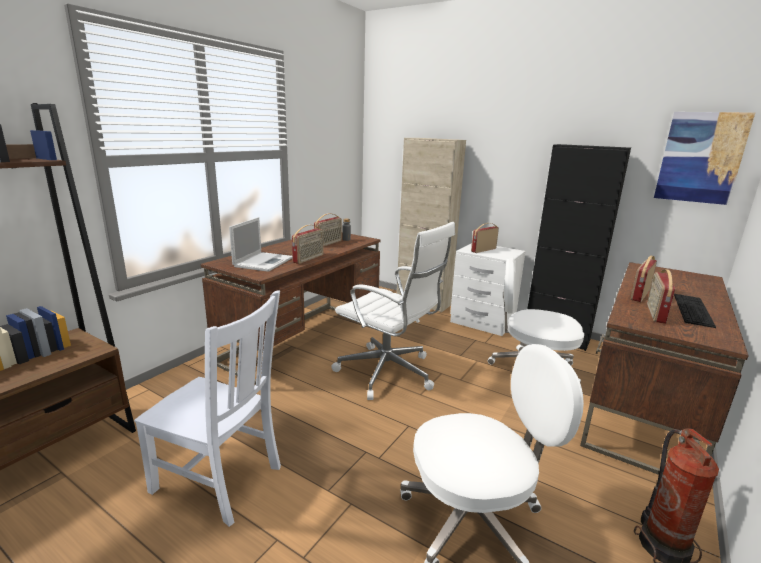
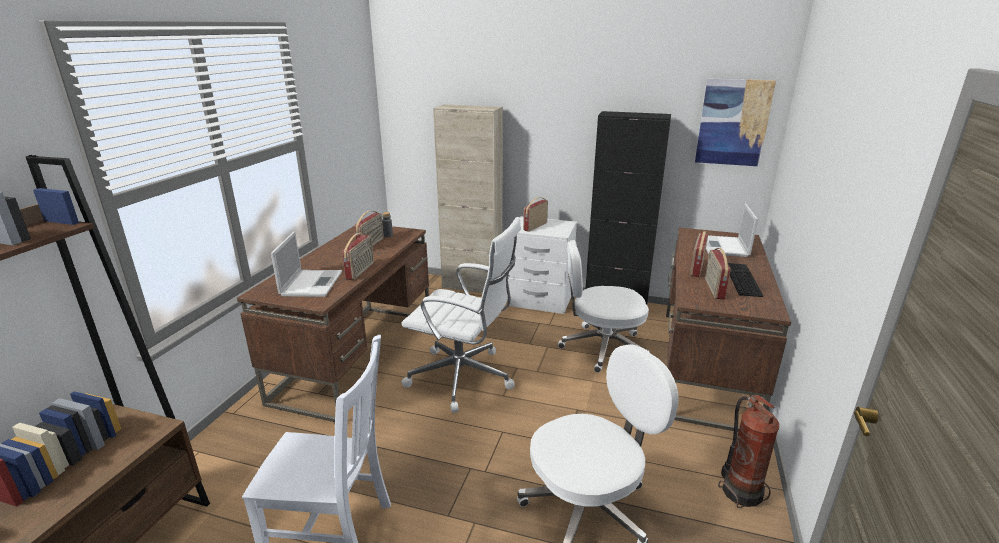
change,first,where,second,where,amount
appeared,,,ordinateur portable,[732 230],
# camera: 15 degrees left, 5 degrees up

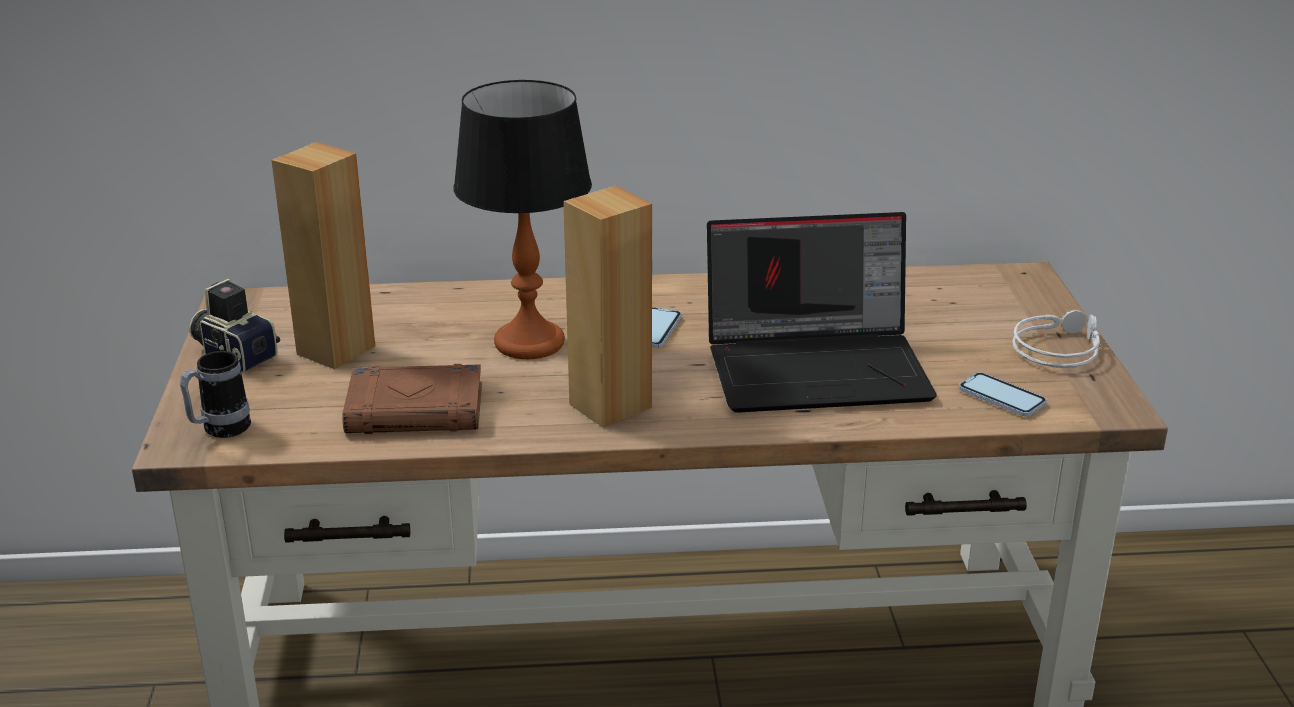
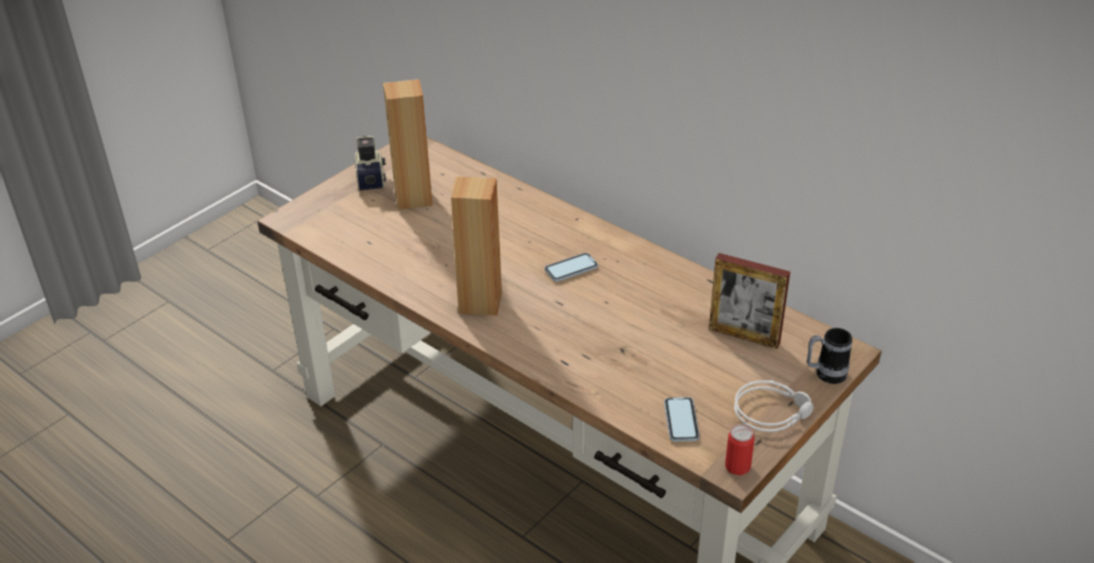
change,first,where,second,where,amount
missing,livre (marron),[412 399],,,
missing,lampe de table,[522 219],,,
missing,ordinateur portable,[822 312],,,
appeared,,,cadre photo,[749 301],
appeared,,,boîte métallique,[740 449],
relocated,mug,[215 394],,[829 356],
# camera: 45 degrees right, 10 degrees up

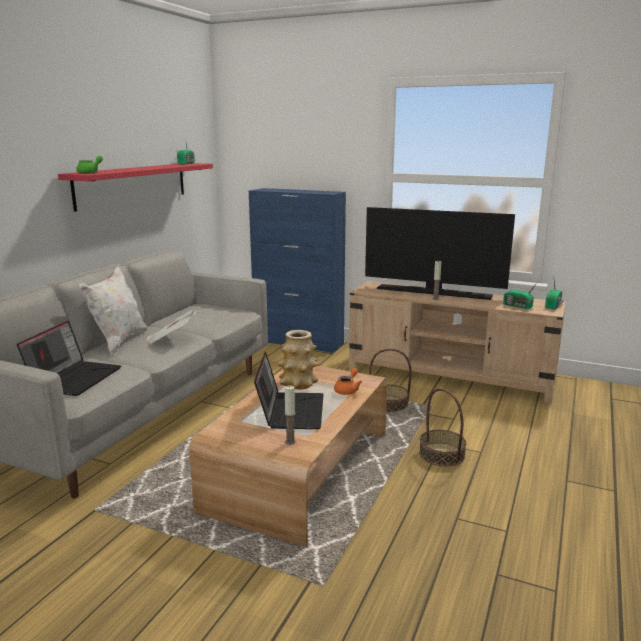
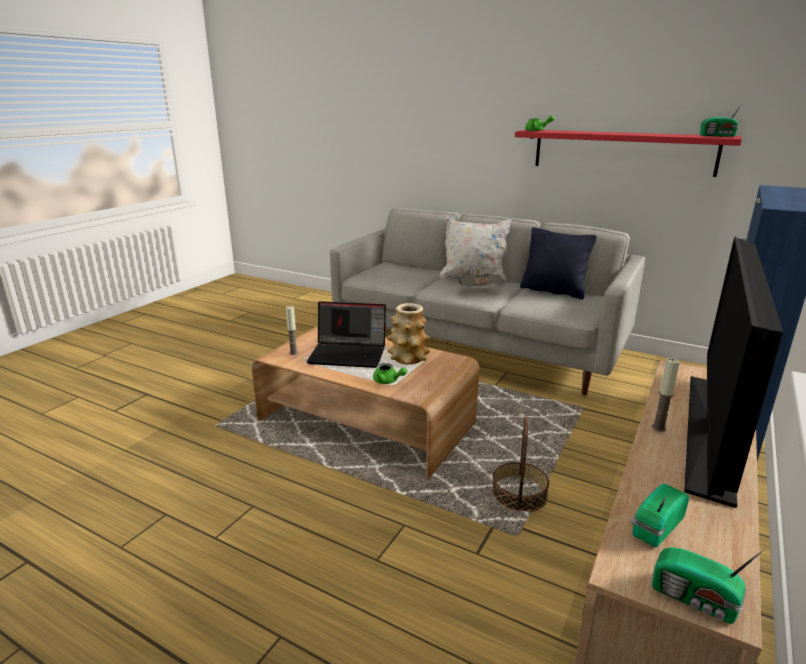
change,first,where,second,where,amount
missing,ordinateur portable,[69 358],,,
missing,panier,[442 427],,,
appeared,,,coussin (noir),[558 263],
colour,théière (orange),[348 381],théière (vert),[390 373],
# camera: 95 degrees right, 5 degrees up

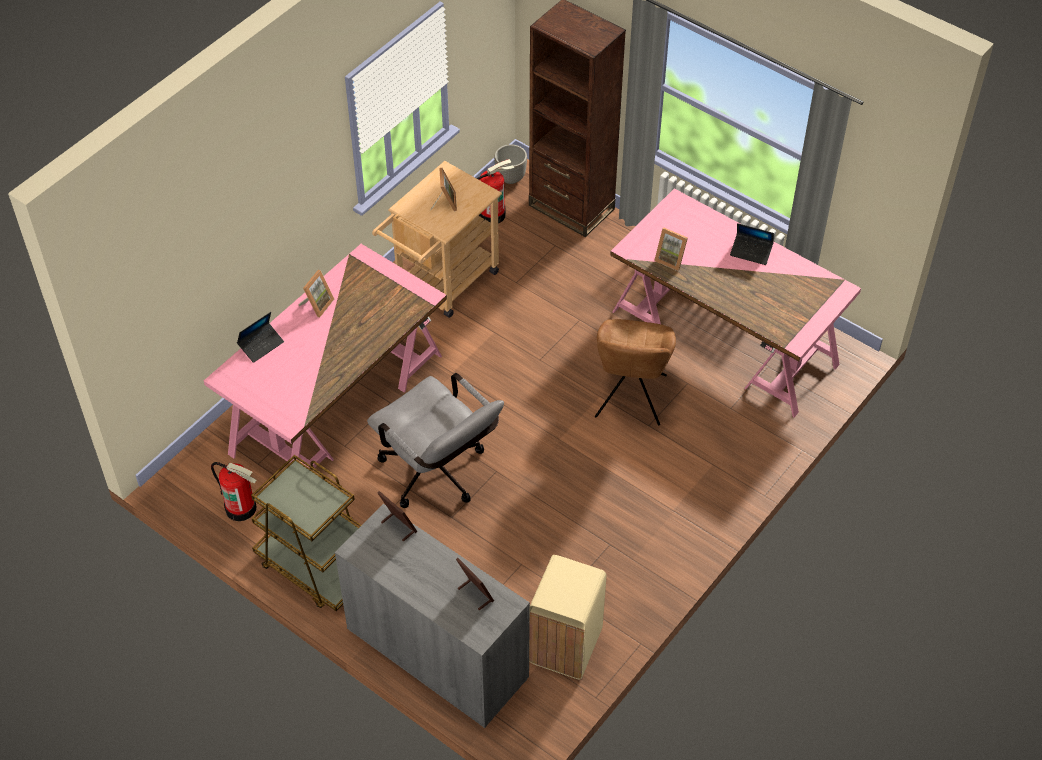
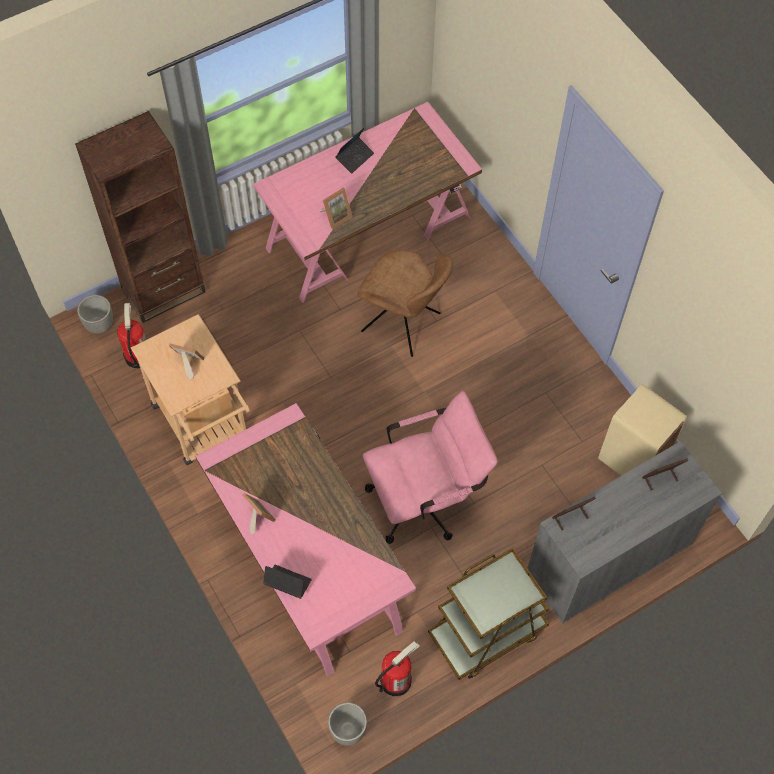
change,first,where,second,where,amount
appeared,,,cache-pot,[347 724],
colour,chaise de bureau (gris),[435 440],chaise de bureau (rose),[430 467],
spun,ordinateur portable,[260 337],,[287 582],45 degrees counterclockwise
# camera: 70 degrees left, 10 degrees up

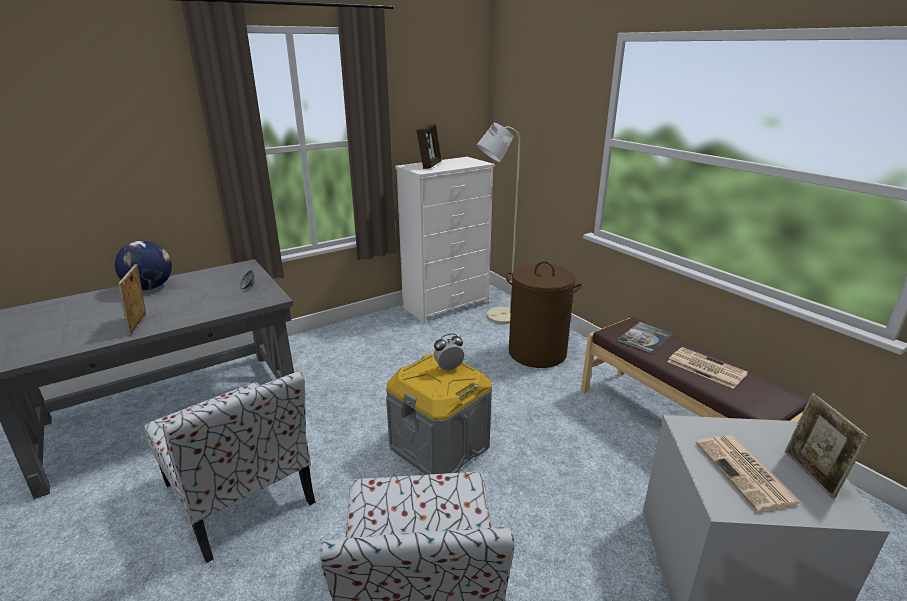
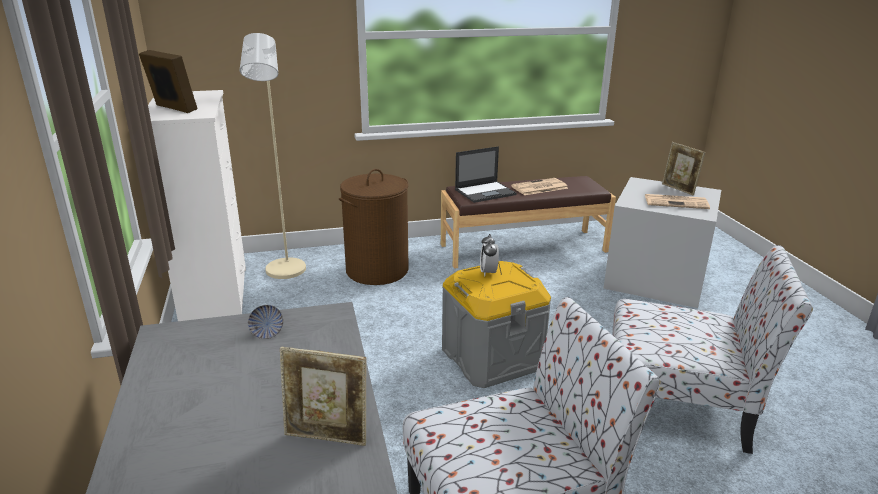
change,first,where,second,where,amount
missing,globe,[143 265],,,
exchanged,livre,[644 338],ordinateur portable,[486 174],
spun,cadre photo,[827 446],,[683 168],45 degrees clockwise
# camera: 70 degrees left, 0 degrees up

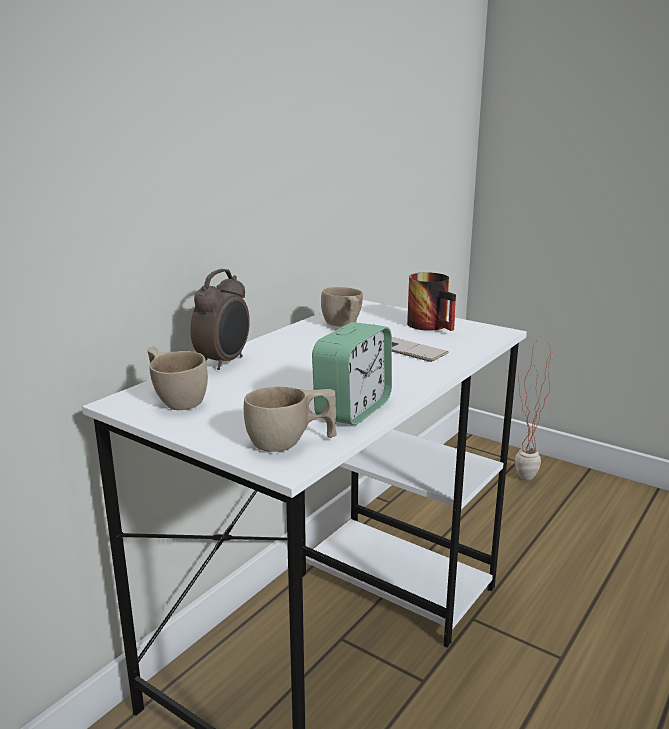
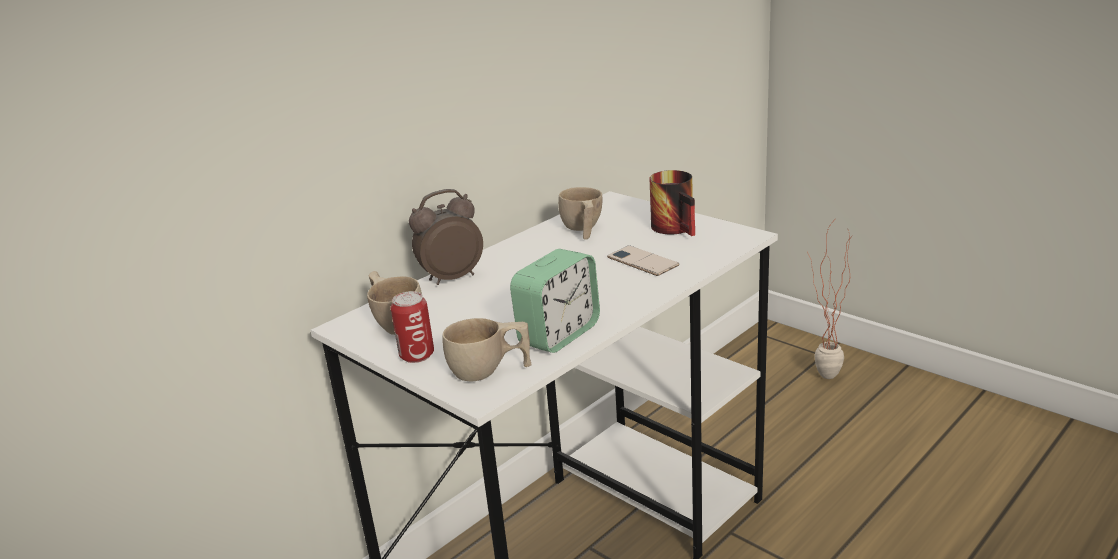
change,first,where,second,where,amount
appeared,,,boîte métallique,[412 327],
spun,réveil,[220 319],,[446 237],150 degrees counterclockwise
# camera: 10 degrees right, 5 degrees up

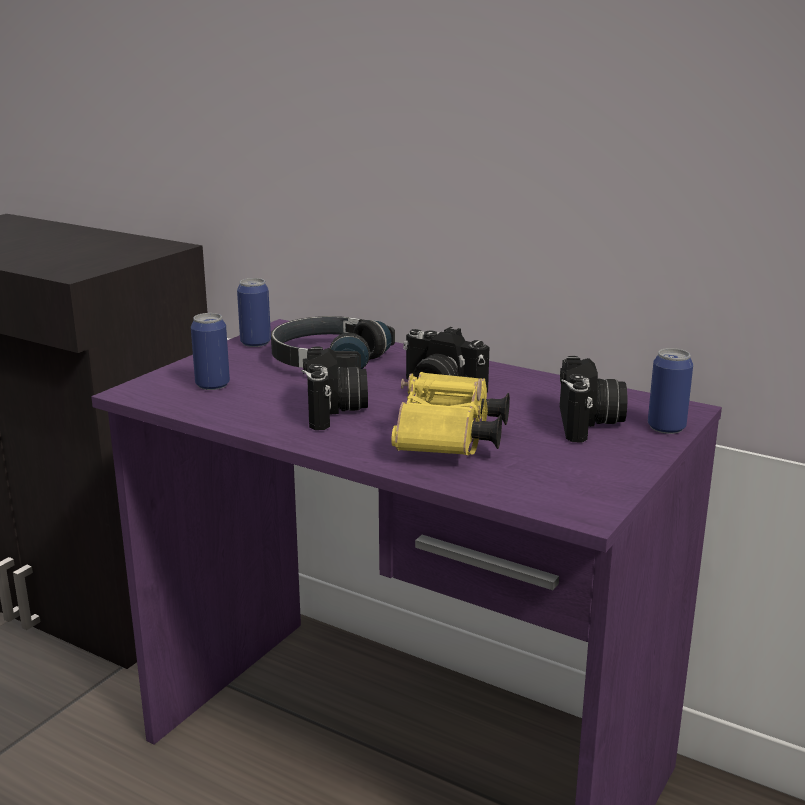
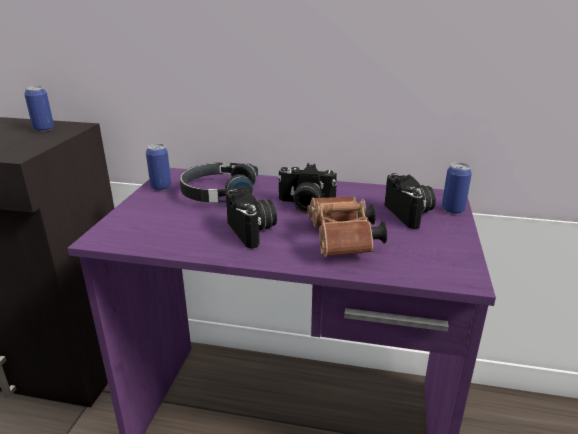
change,first,where,second,where,amount
relocated,boîte métallique,[210 351],,[39 108],
colour,jumelles (jaune),[450 414],jumelles (marron),[347 227],
# camera: 20 degrees left, 5 degrees up

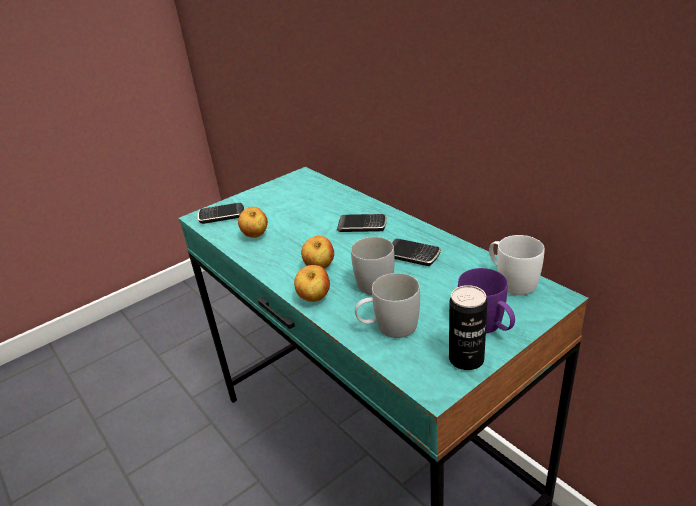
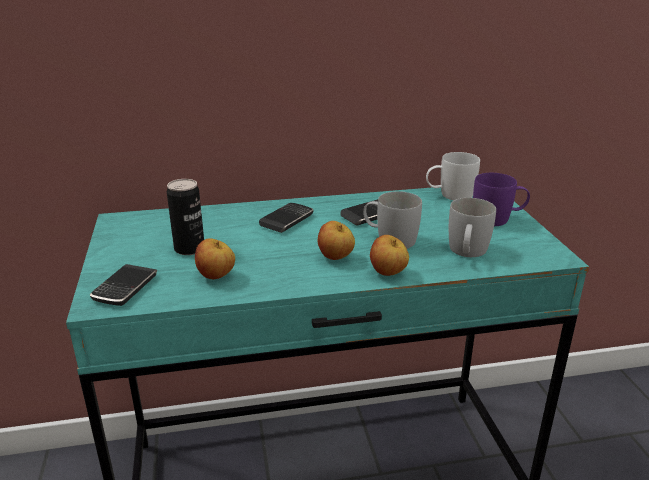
change,first,where,second,where,amount
relocated,boîte métallique,[468 327],,[185 217],
# camera: 65 degrees left, 5 degrees down

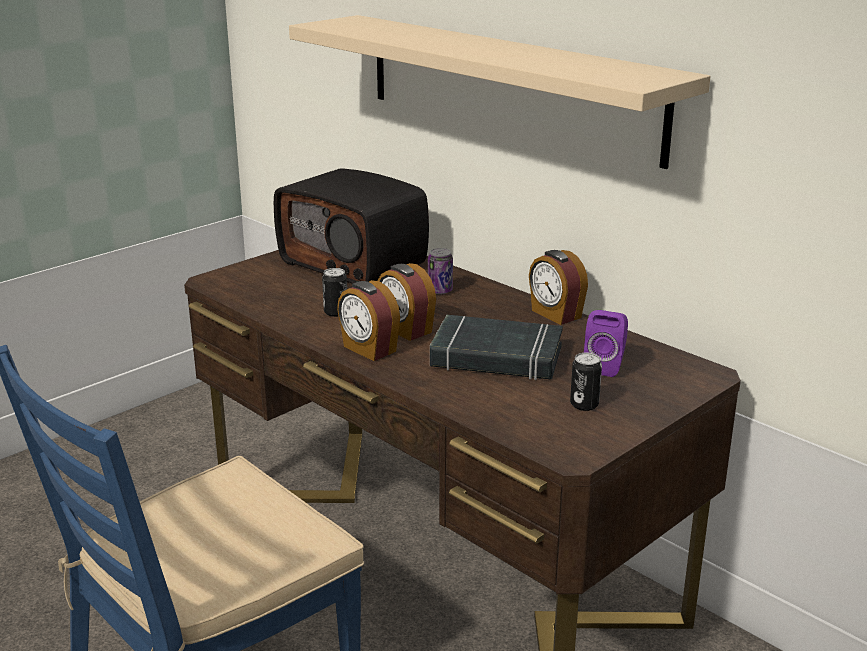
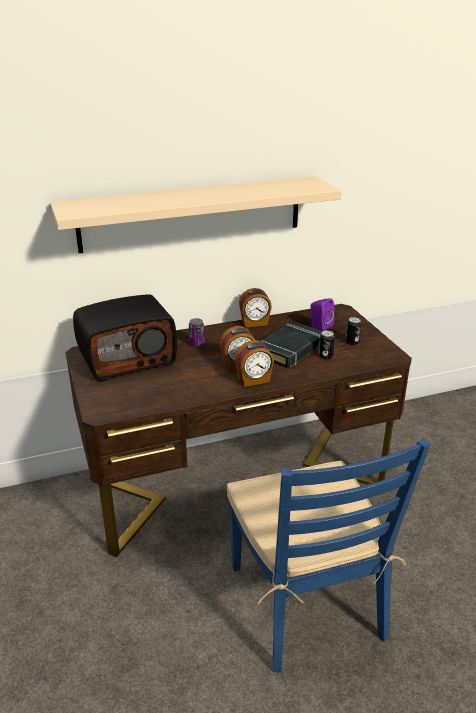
change,first,where,second,where,amount
relocated,boîte métallique,[334 292],,[327 344],
# camera: 65 degrees left, 5 degrees up

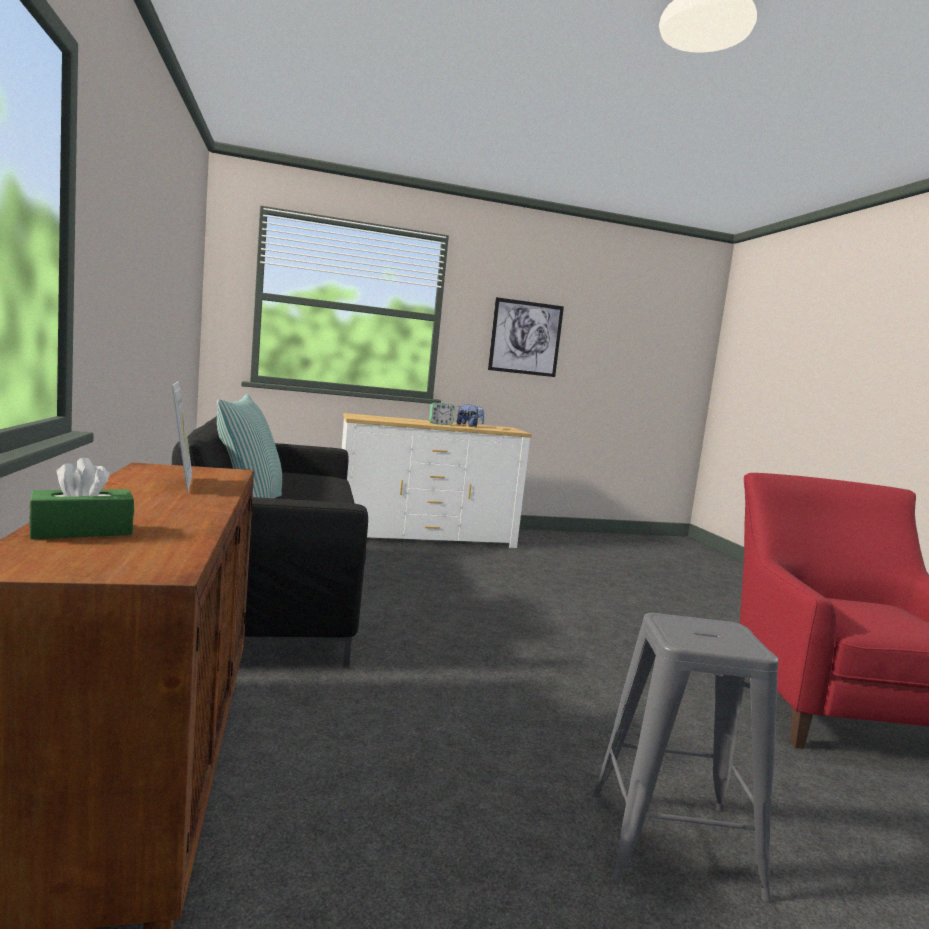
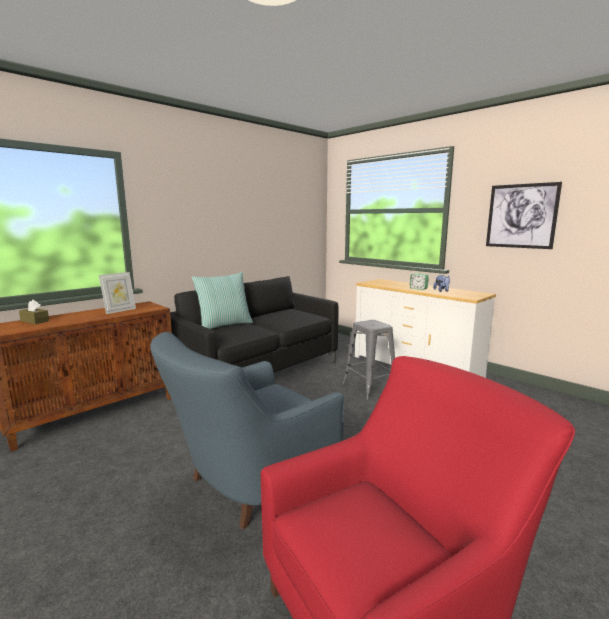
change,first,where,second,where,amount
appeared,,,fauteuil (bleu),[247 430],
relocated,tabouret (gris),[685 757],,[368 360],
colour,boîte à mouchoirs (vert),[81 498],boîte à mouchoirs (marron),[34 312],
# camera: 60 degrees right, 5 degrees up

